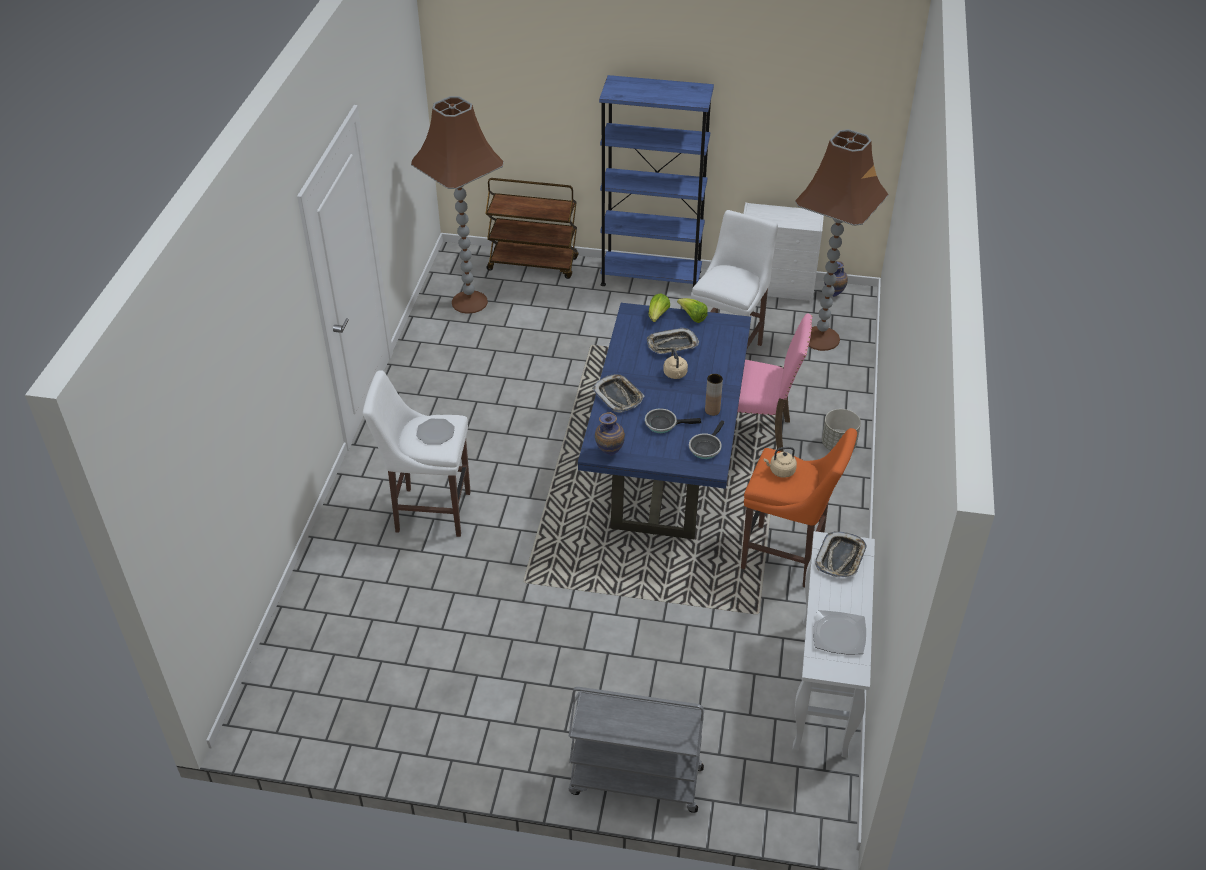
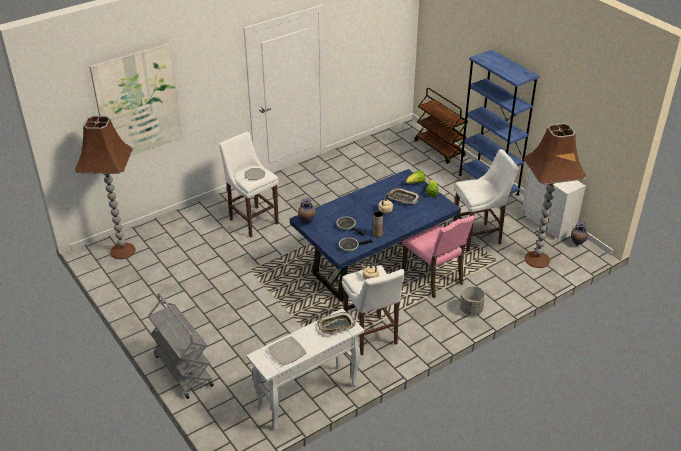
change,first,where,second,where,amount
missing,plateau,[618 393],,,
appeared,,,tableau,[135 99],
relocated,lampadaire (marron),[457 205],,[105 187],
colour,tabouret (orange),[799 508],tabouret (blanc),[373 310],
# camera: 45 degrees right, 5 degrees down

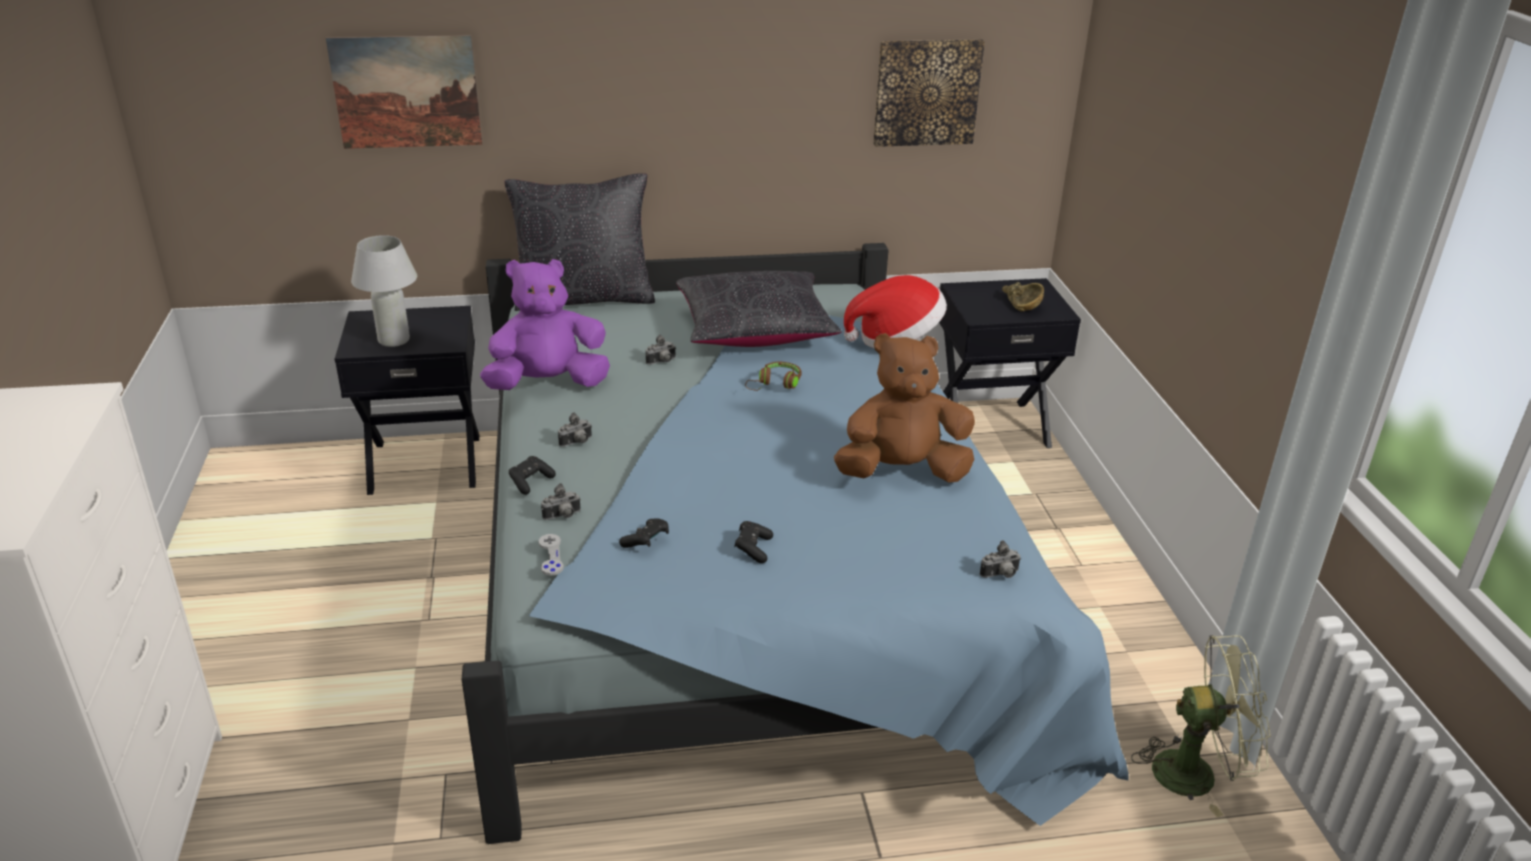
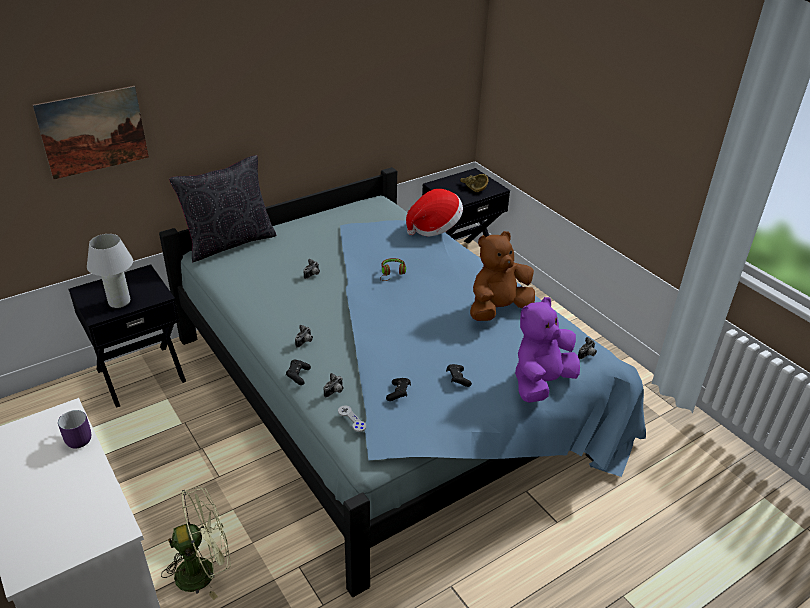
change,first,where,second,where,amount
missing,coussin (noir),[759 309],,,
missing,tableau,[929 93],,,
appeared,,,mug (violet),[74 429],
relocated,peluche (violet),[545 324],,[547 350],
relocated,ventilateur (vert),[1201 726],,[196 543],
# camera: 25 degrees left, 5 degrees up

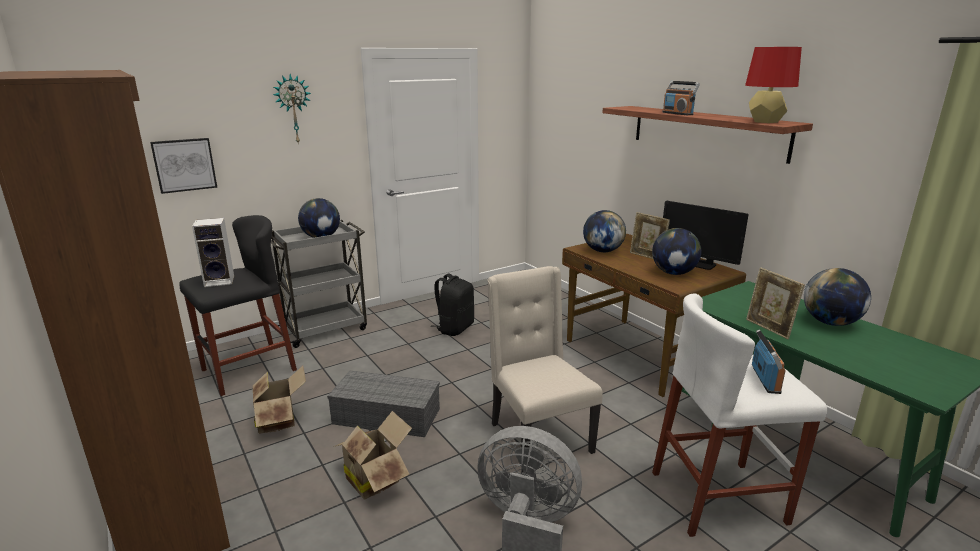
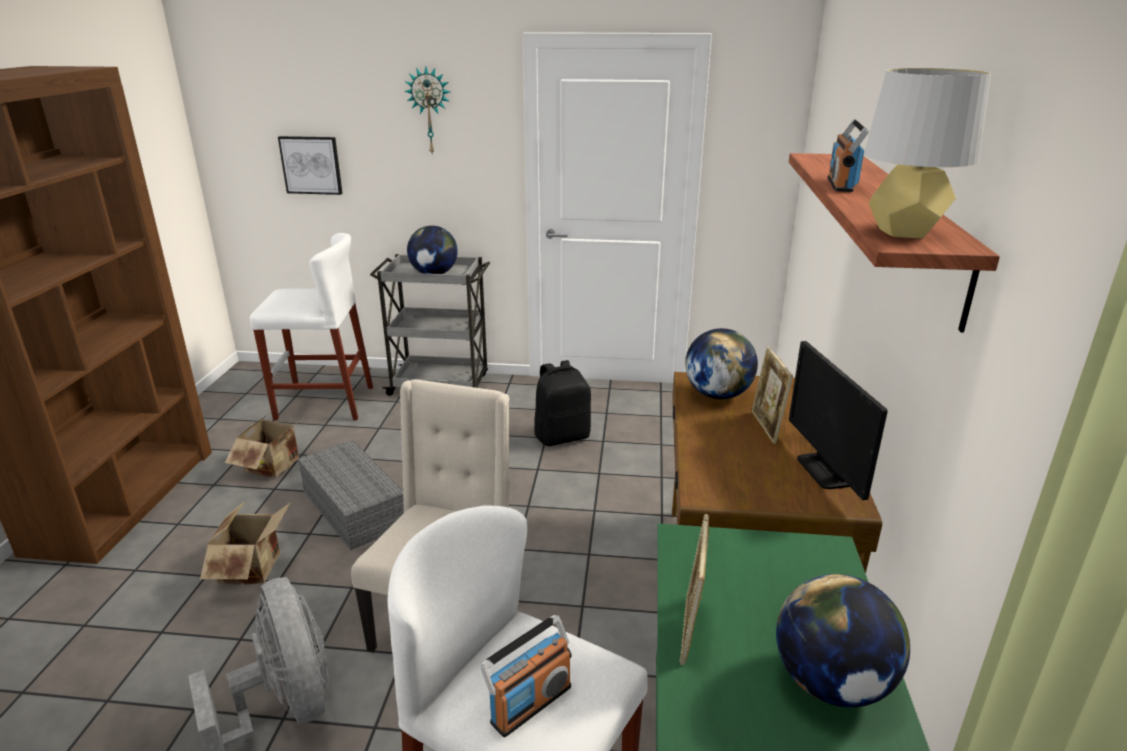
change,first,where,second,where,amount
missing,enceinte,[213 252],,,
missing,globe,[676 251],,,
colour,tabouret (noir),[238 305],tabouret (blanc),[311 326],
colour,lampe de table (rouge),[773 85],lampe de table (gris),[927 153],
# camera: 40 degrees right, 5 degrees up

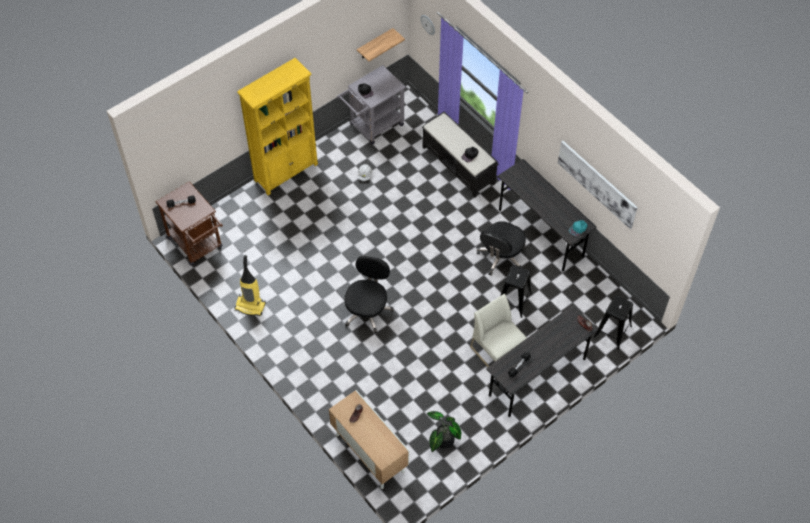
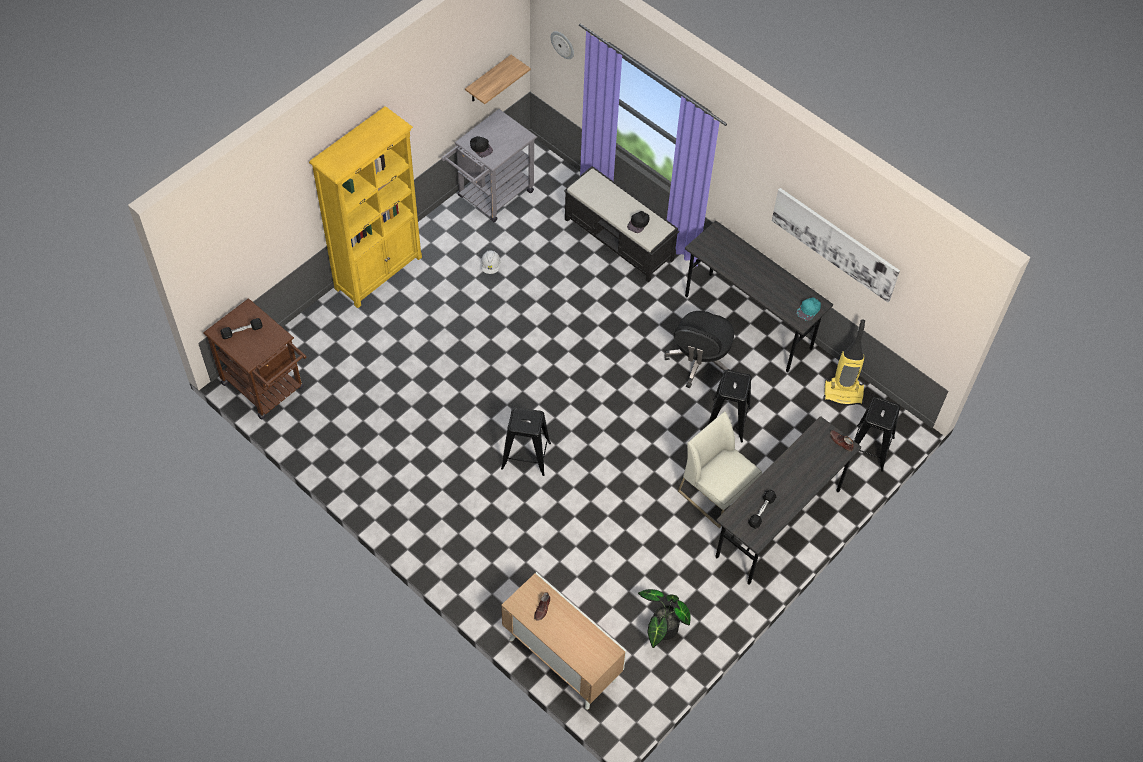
change,first,where,second,where,amount
relocated,aspirateur,[250 285],,[844 362],
exchanged,chaise de bureau (noir),[369 294],tabouret (noir),[526 441],
# camera: 10 degrees left, 0 degrees up

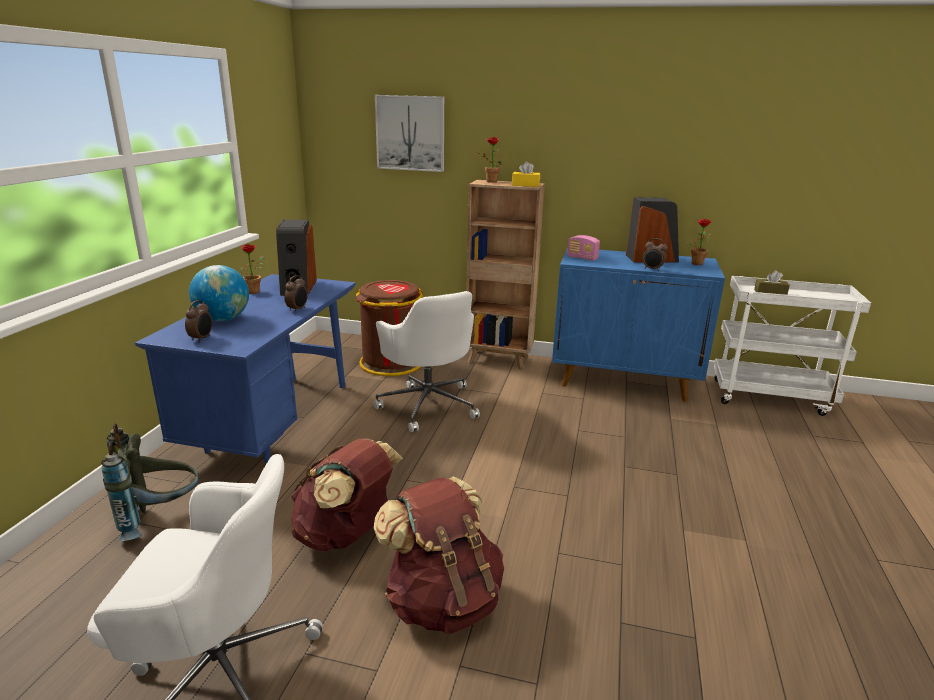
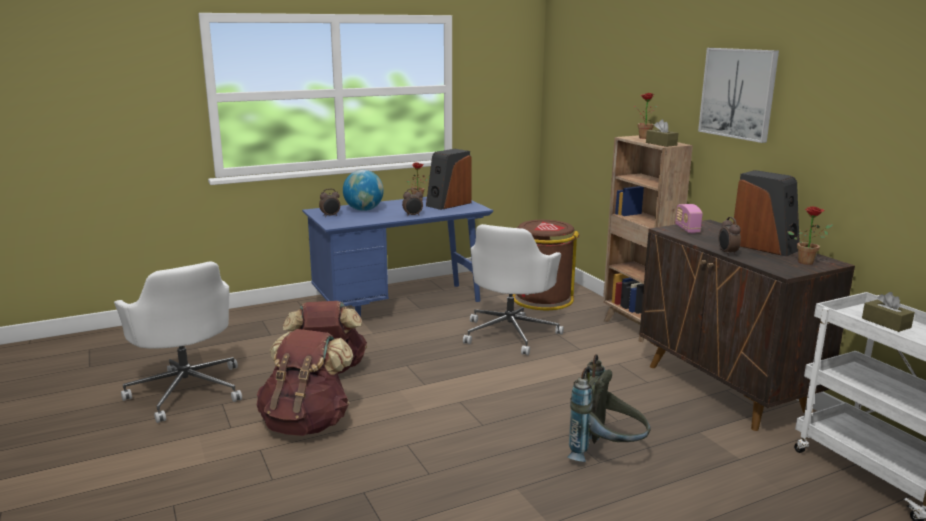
change,first,where,second,where,amount
relocated,sac à dos (gris),[150 482],,[609 408],
relocated,tableau,[409 133],,[738 95],
colour,boîte à mouchoirs (jaune),[526 174],boîte à mouchoirs (marron),[662 133],
colour,meuble de rangement (bleu),[638 324],meuble de rangement (marron),[747 325],
# camera: 50 degrees right, 5 degrees down

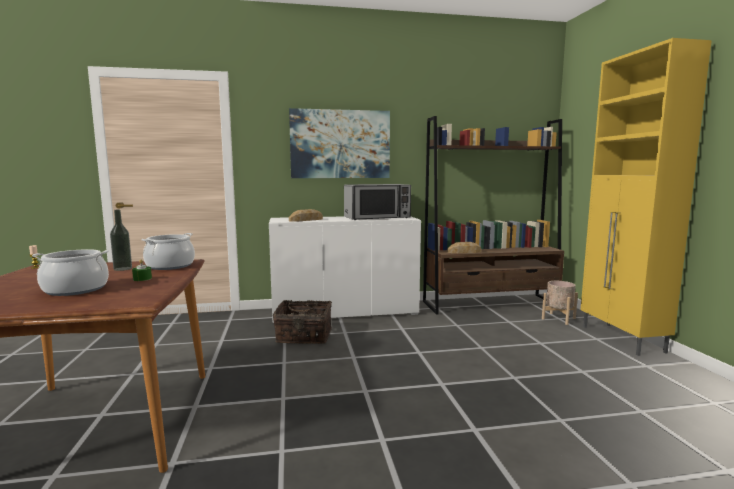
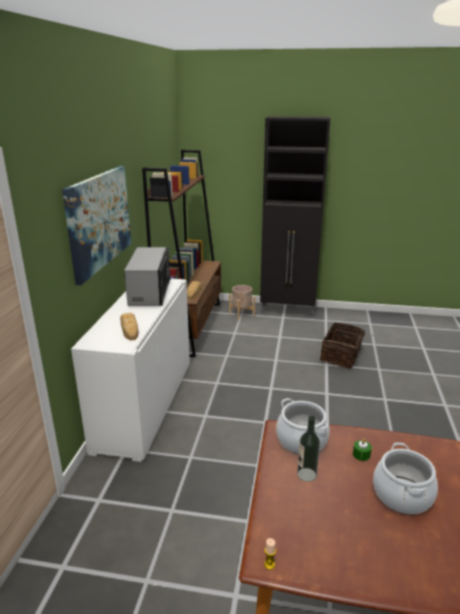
change,first,where,second,where,amount
relocated,panier,[302 322],,[342 346],
colour,meuble de rangement (jaune),[646 197],meuble de rangement (noir),[295 216],
# camera: 70 degrees left, 15 degrees up

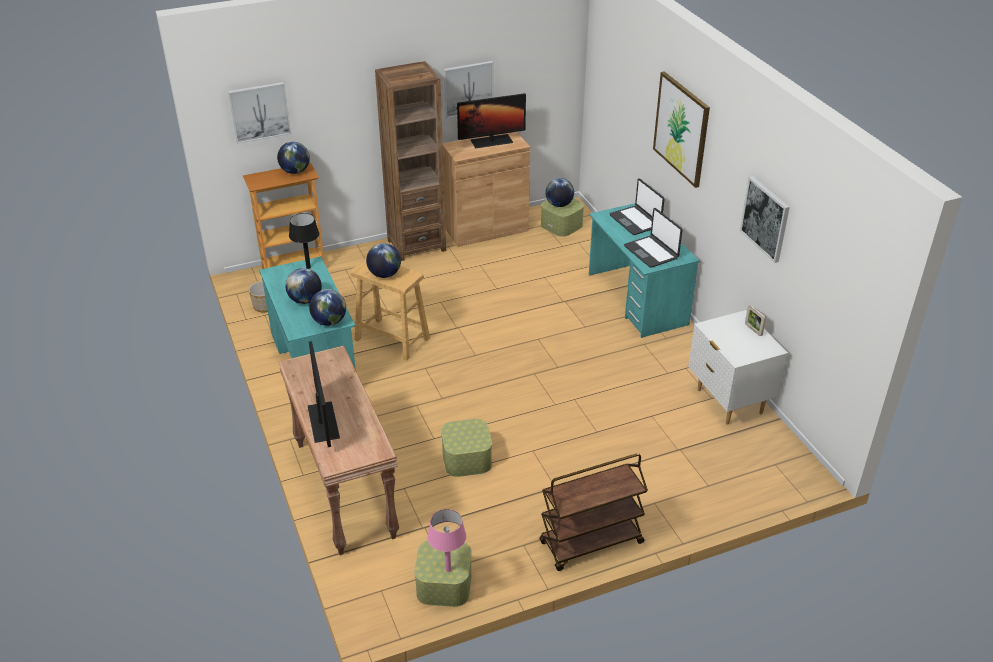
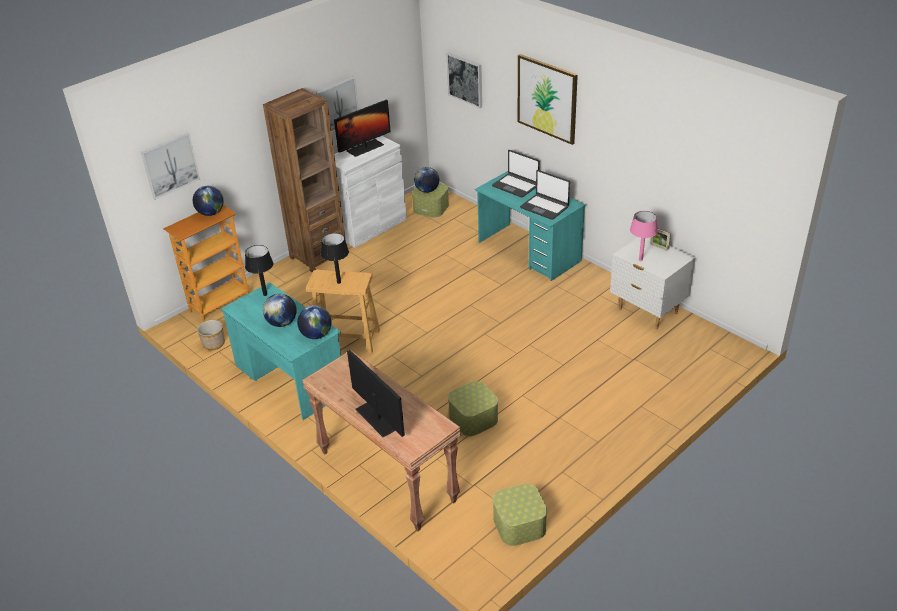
change,first,where,second,where,amount
missing,chariot (marron),[593 512],,,
relocated,lampe de table (rose),[446 540],,[644 236],
relocated,tableau,[765 219],,[464 80],
exchanged,globe,[383 260],lampe de table (noir),[335 258],
colour,meuble de rangement (marron),[486 189],meuble de rangement (blanc),[370 192],
# camera: 20 degrees left, 0 degrees up

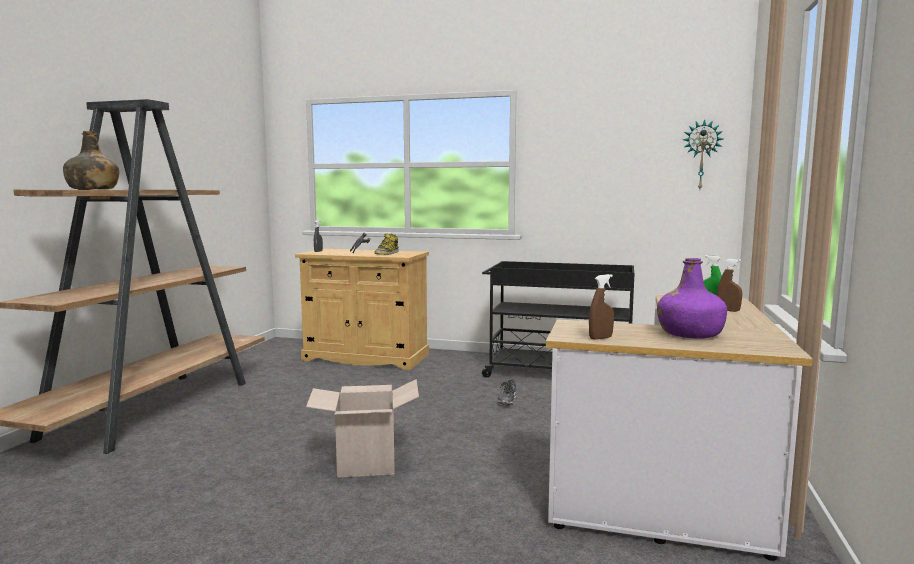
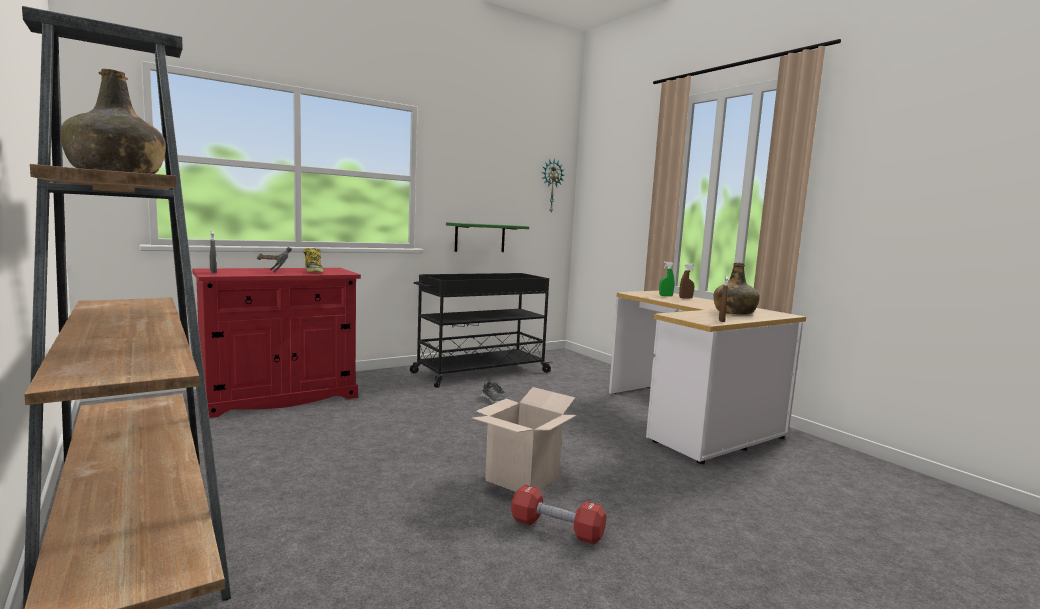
change,first,where,second,where,amount
appeared,,,étagère (vert),[487 237],
appeared,,,haltère (rouge),[558 514],
colour,meuble de rangement (beige),[362 309],meuble de rangement (rouge),[276 343],
colour,bouteille (violet),[692 298],bouteille (vert),[736 289],
# camera: 50 degrees left, 0 degrees up

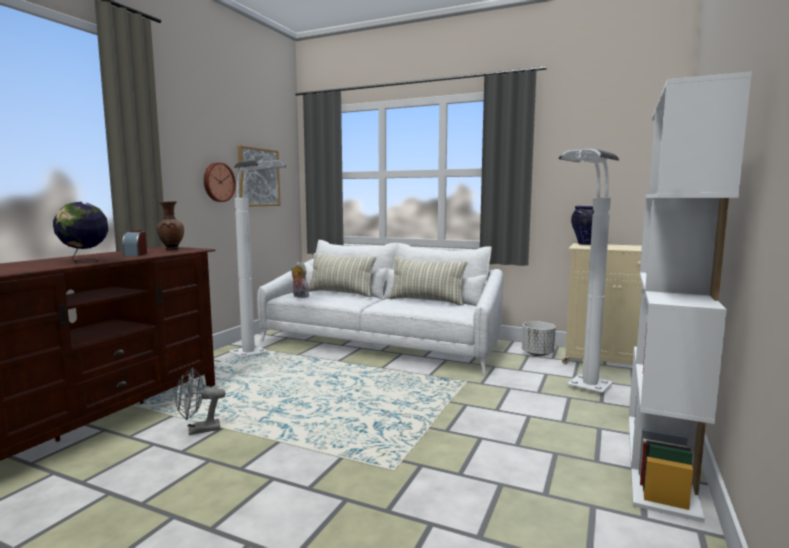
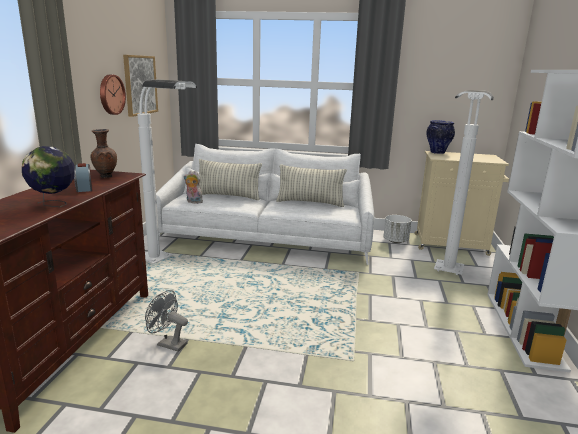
change,first,where,second,where,amount
spun,ventilateur (gris),[200 401],,[166 321],60 degrees clockwise
# camera: 15 degrees left, 10 degrees up

